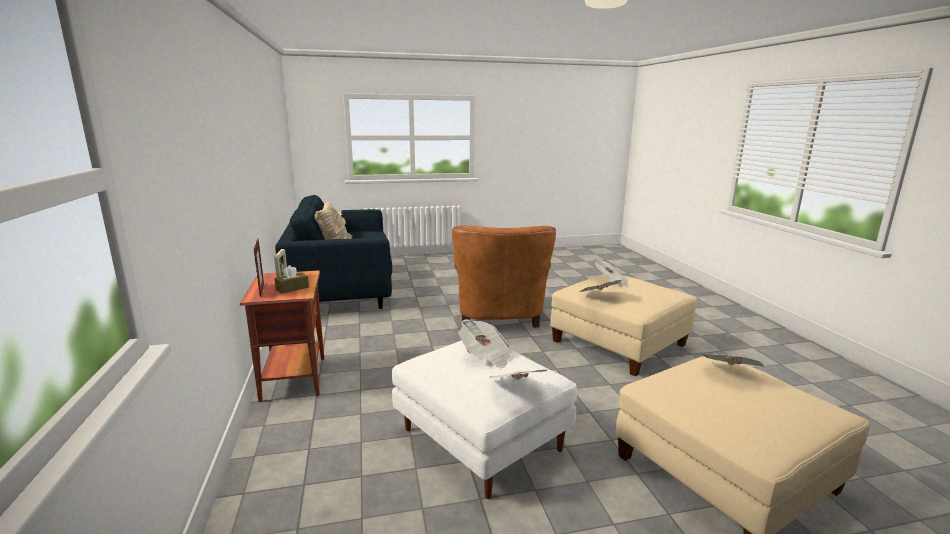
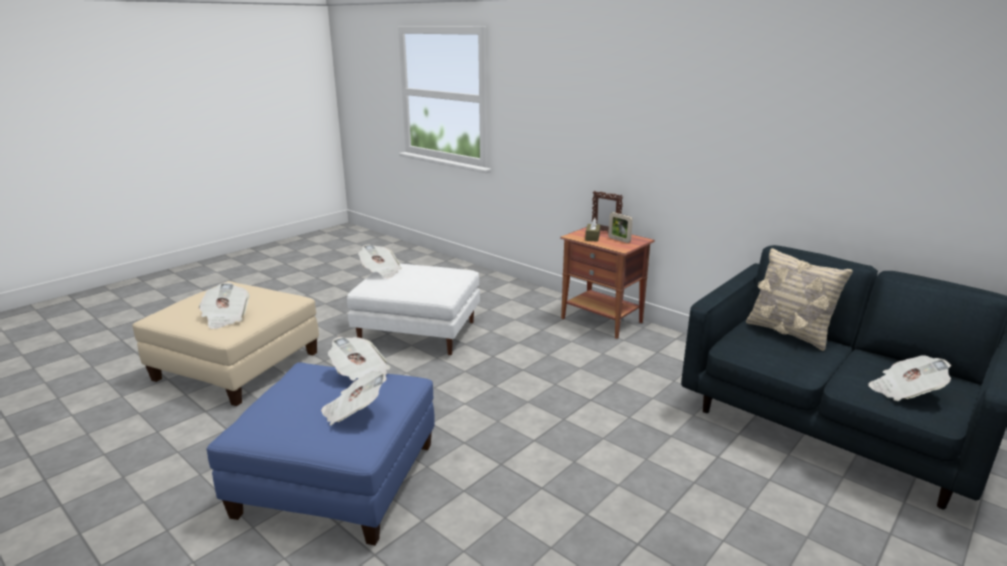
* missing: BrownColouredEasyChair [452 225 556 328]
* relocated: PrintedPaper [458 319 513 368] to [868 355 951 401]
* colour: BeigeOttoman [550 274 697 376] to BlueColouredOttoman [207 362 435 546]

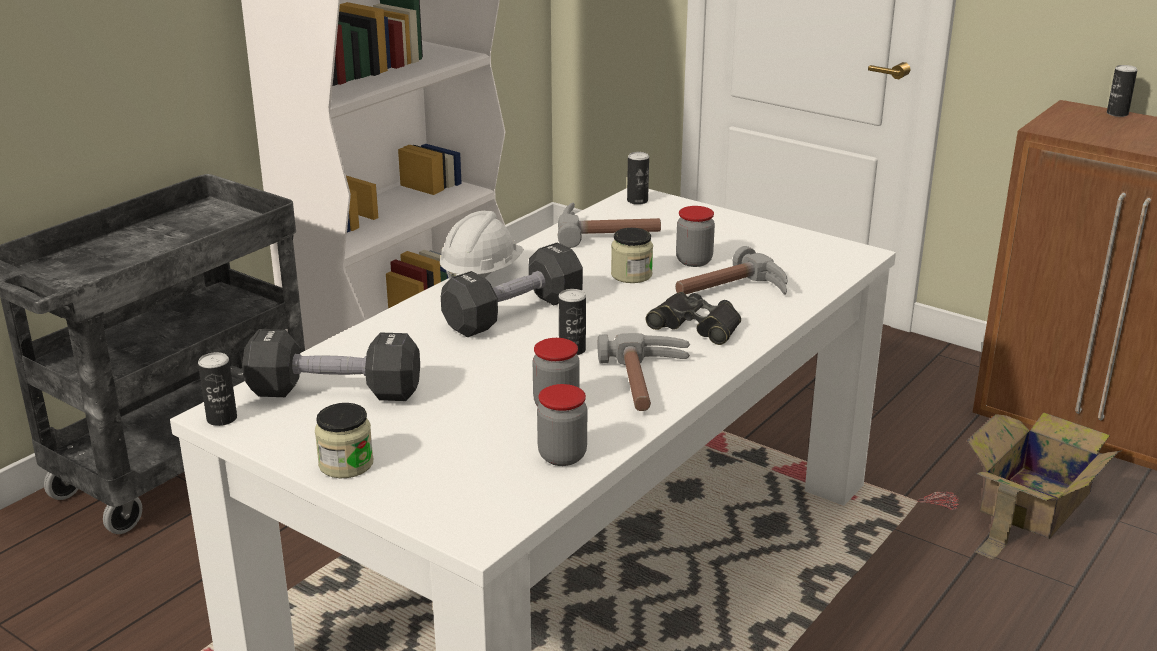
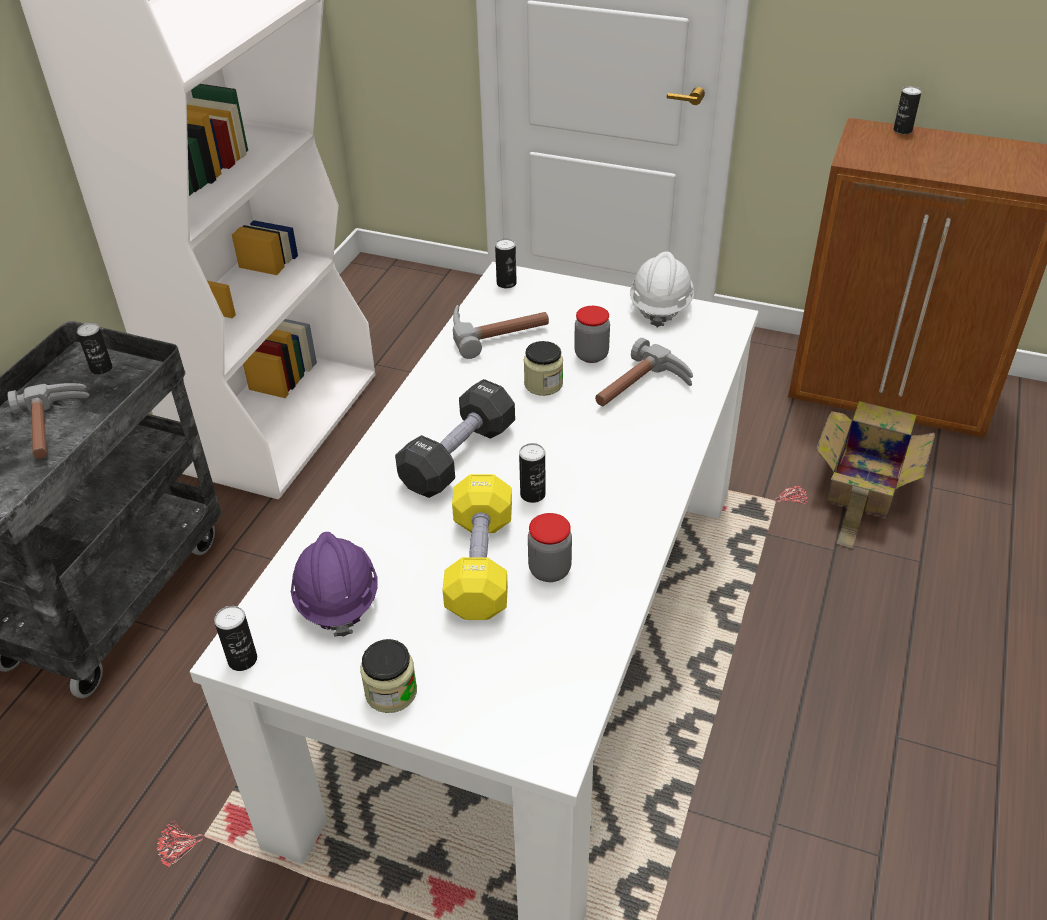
* missing: StorageJar [537 384 587 466]
* missing: BlackFieldGlasses [645 292 741 345]
* appeared: Can [77 323 113 375]
* appeared: YellowColouredDumbbell [443 474 512 620]
* relocated: WhitishHardHat [440 211 524 279] to [630 251 694 327]
* relocated: Hammer [598 333 690 411] to [8 383 90 459]
* exchanged: BlackDumbbell [242 329 420 401] to PurpleHardHat [291 532 378 637]

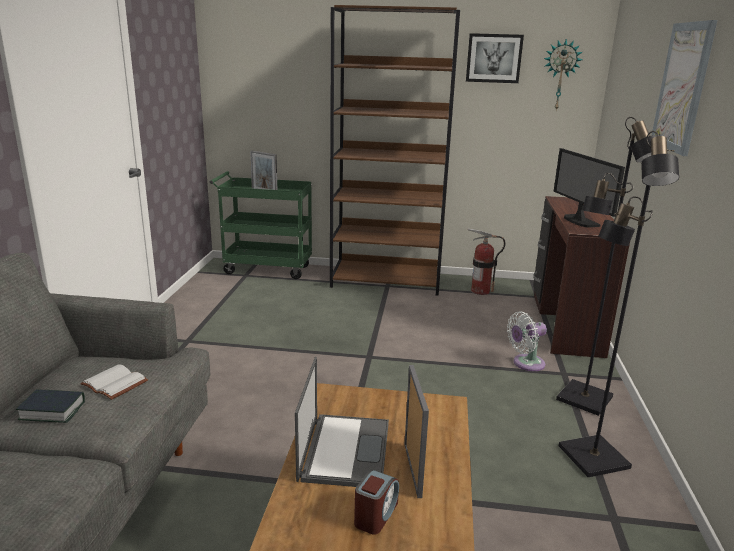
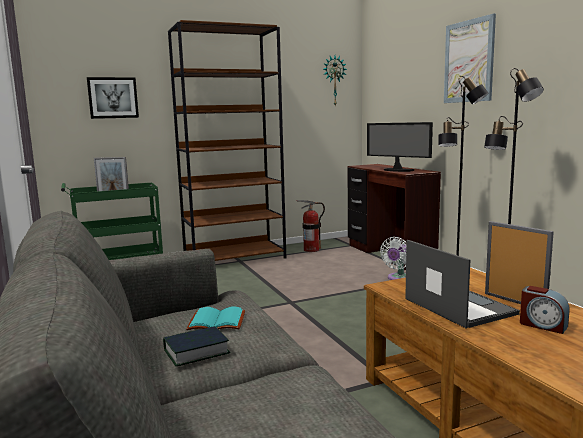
* relocated: WallPicture [466 33 524 83] to [87 77 139 119]
* colour: WhitishBook [80 364 148 400] to BlueGreenBook [186 306 245 330]
* spun: BedsideClock [354 470 399 535] = [520 286 570 334] 135 degrees clockwise

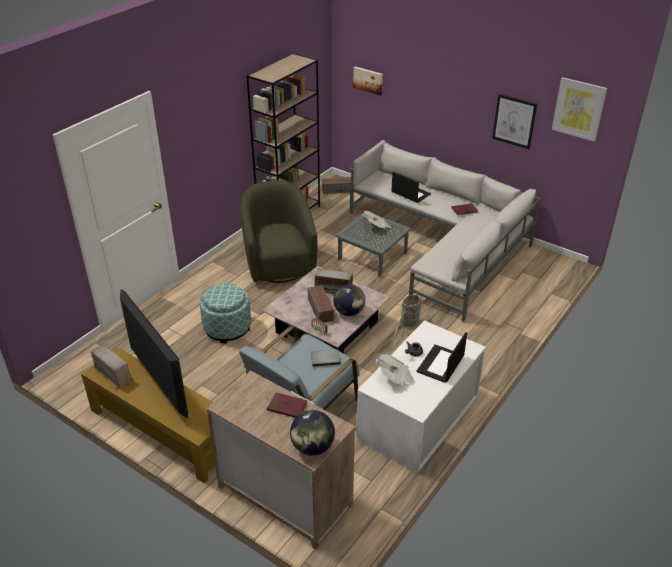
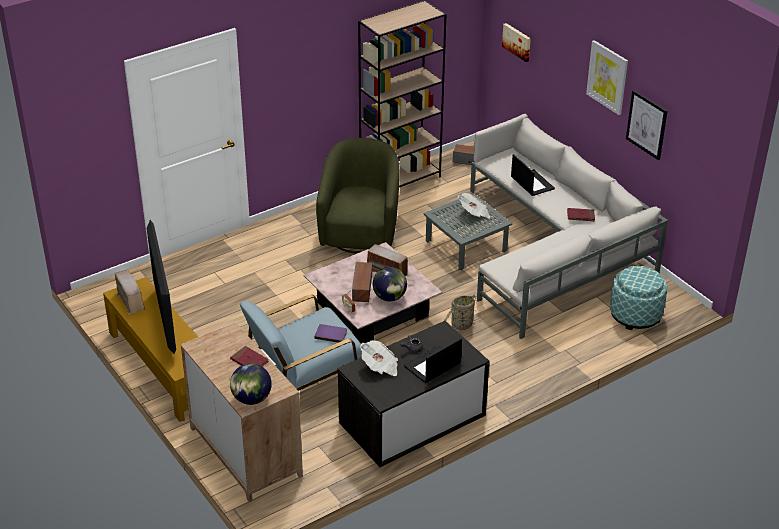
* relocated: Ottoman [200 283 251 343] to [610 266 667 330]
* relocated: WallPicture [552 77 607 141] to [586 40 628 115]
* colour: GreyishBook [311 349 341 367] to PurpleBook [314 324 347 343]
* colour: WhitishStorageCabinet [356 320 486 474] to BlackStorageCabinet [337 321 489 467]

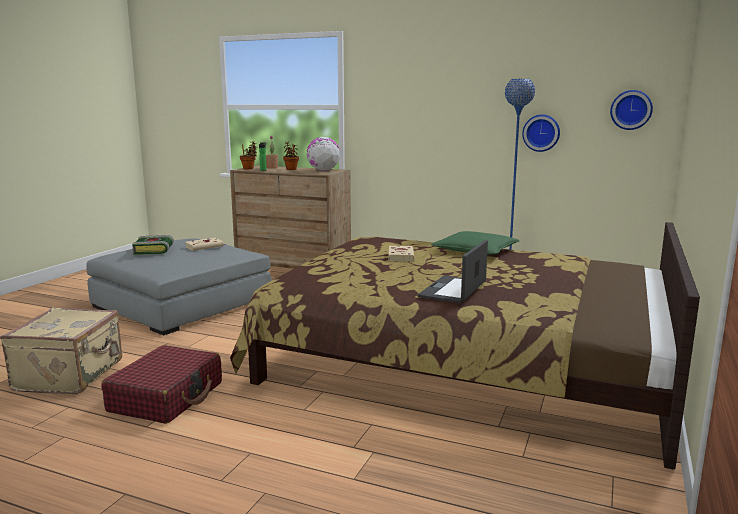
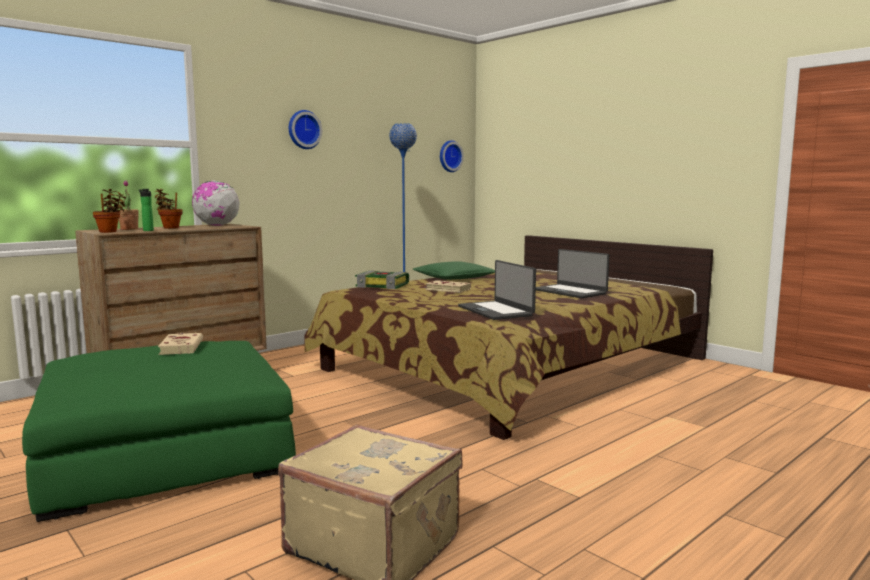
* missing: RedColouredPieceOfLuggage [101 345 222 424]
* appeared: PortableComputer [458 260 536 320]
* relocated: Book [132 235 174 255] to [355 270 409 289]
* relocated: ClockOnTheWall [522 114 560 152] to [289 110 322 149]
* colour: GreyishOttoman [86 239 272 336] to GreenColouredOttoman [22 341 296 522]

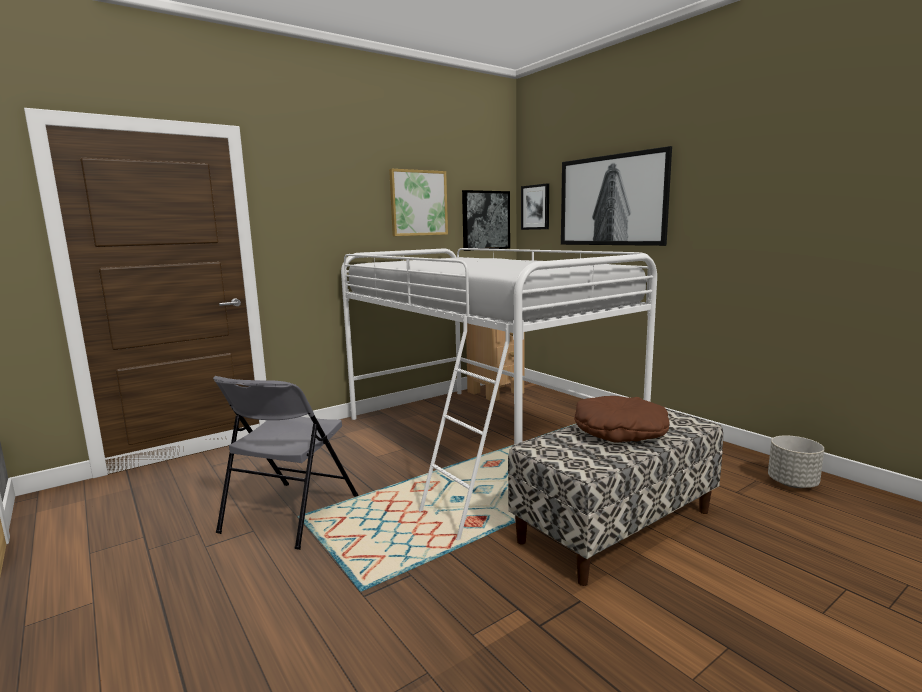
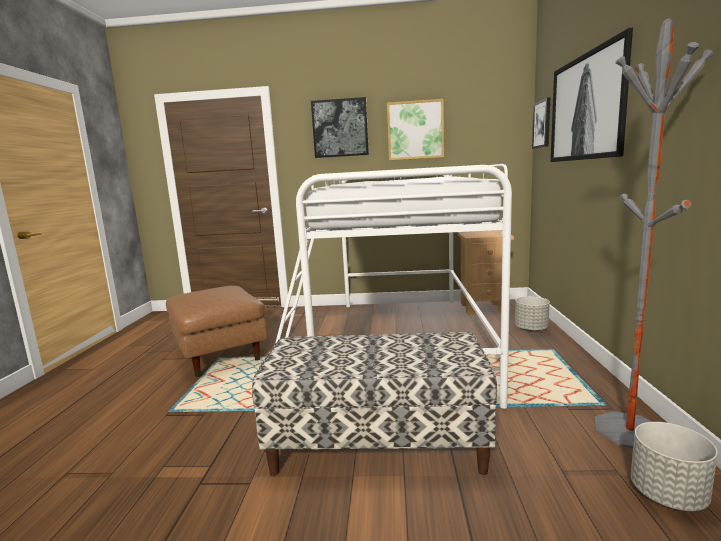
* missing: BrownColouredPillow [574 396 669 443]
* appeared: GreyishPlanter [515 296 550 332]
* appeared: GreyishGarmentRack [595 18 714 448]
* relocated: WallPicture [462 190 510 251] to [311 97 369 158]
* exchanged: GreyishUprightChair [213 376 358 550] to BrownColouredOttoman [166 286 268 377]

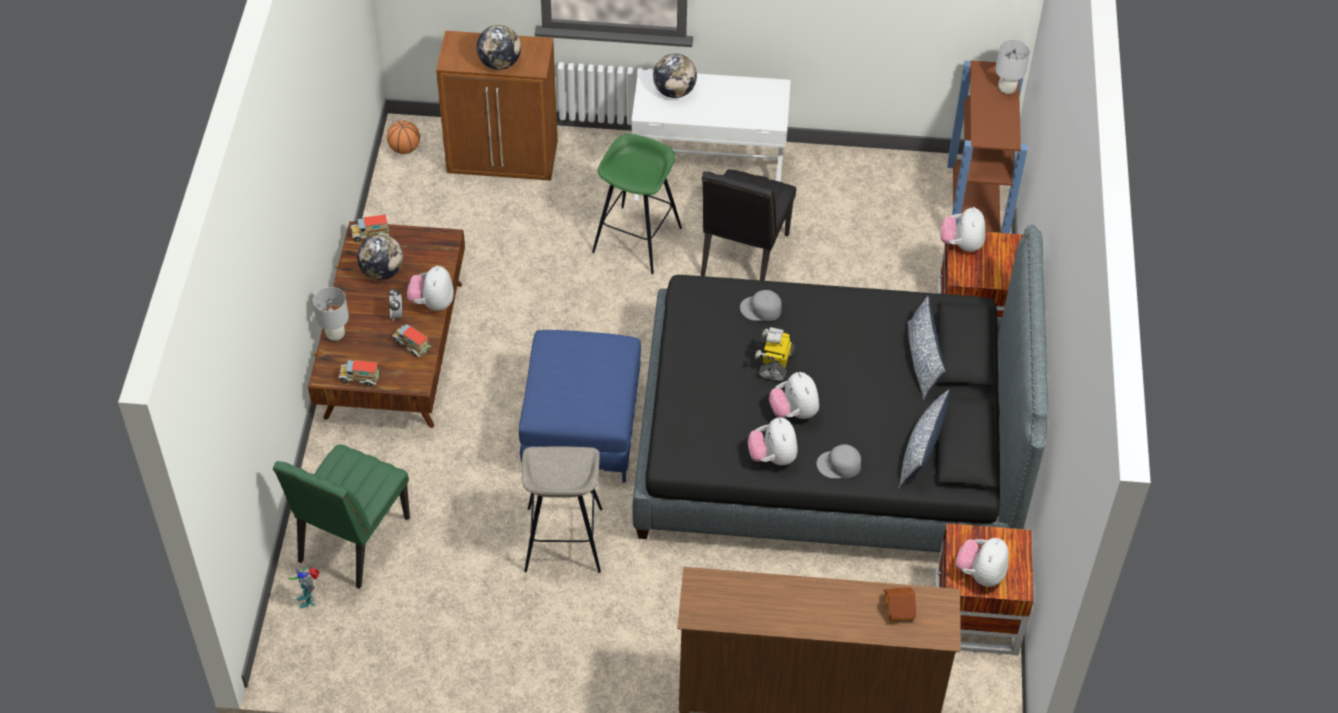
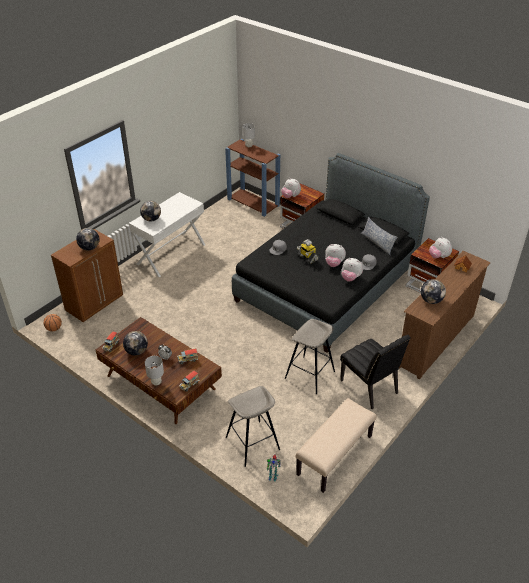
* missing: PlushToy [407 266 454 311]
* missing: BlueColouredOttoman [519 330 641 483]
* missing: GreenColouredStool [592 134 682 274]
* missing: Pillow [907 296 945 401]
* appeared: BeigeLongSeat [296 398 377 493]
* appeared: Globe [421 279 446 304]
* relocated: BlackUprightChair [701 169 797 281] to [340 335 411 410]
* exchanged: GreenColouredUprightChair [273 445 410 589] to GreyishStool [226 386 280 467]

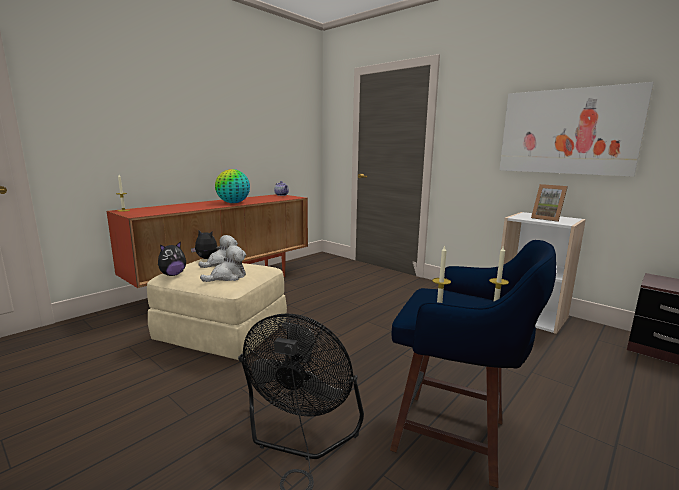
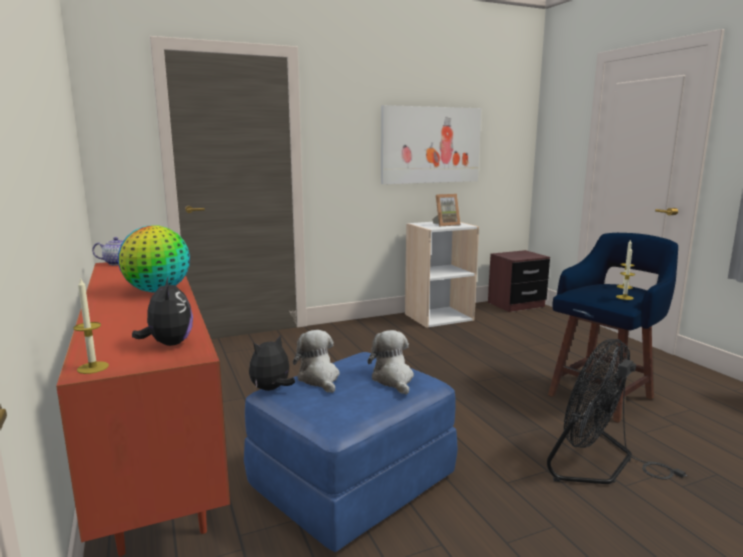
* relocated: PlushToy [158 241 186 276] to [132 277 193 346]
* colour: BeigeOttoman [147 259 287 360] to BlueColouredOttoman [244 352 458 552]

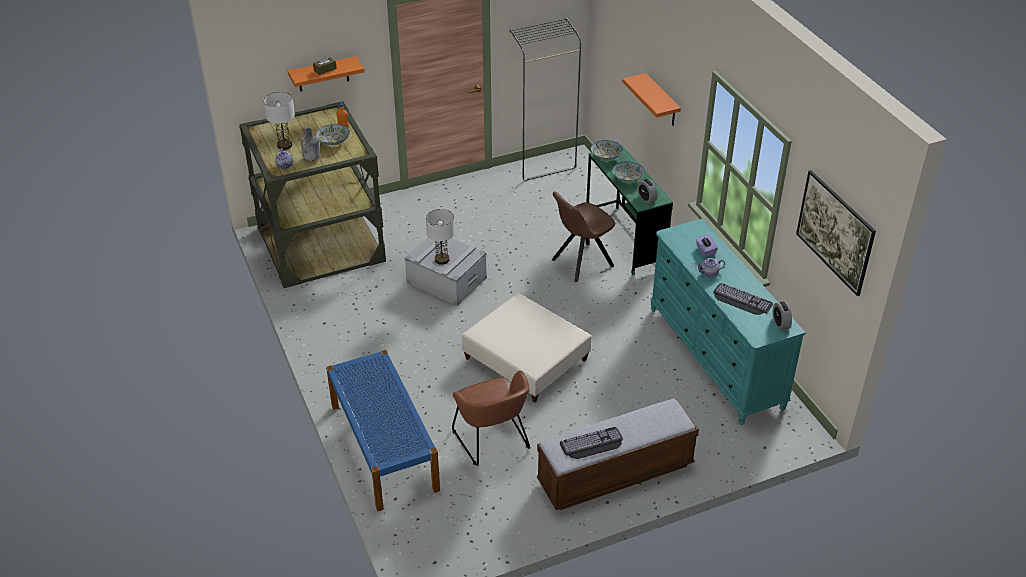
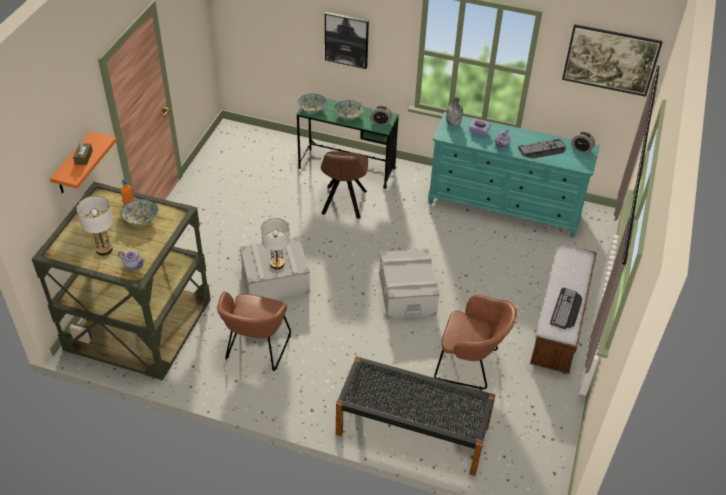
* missing: GreyishGarmentRack [510 17 581 181]
* appeared: BrownColouredEasyChair [217 291 291 371]
* relocated: GreyishDrinkBottle [301 128 320 161] to [446 97 463 126]
* exchanged: BeigeOttoman [461 293 592 403] to GreyishStorageContainer [379 249 440 319]
* exchanged: OrangeyWallShelf [622 73 681 126] to WallPicture [325 12 369 69]
* colour: BlueColouredLongSeat [326 350 440 511] to BlackLongSeat [336 356 496 476]

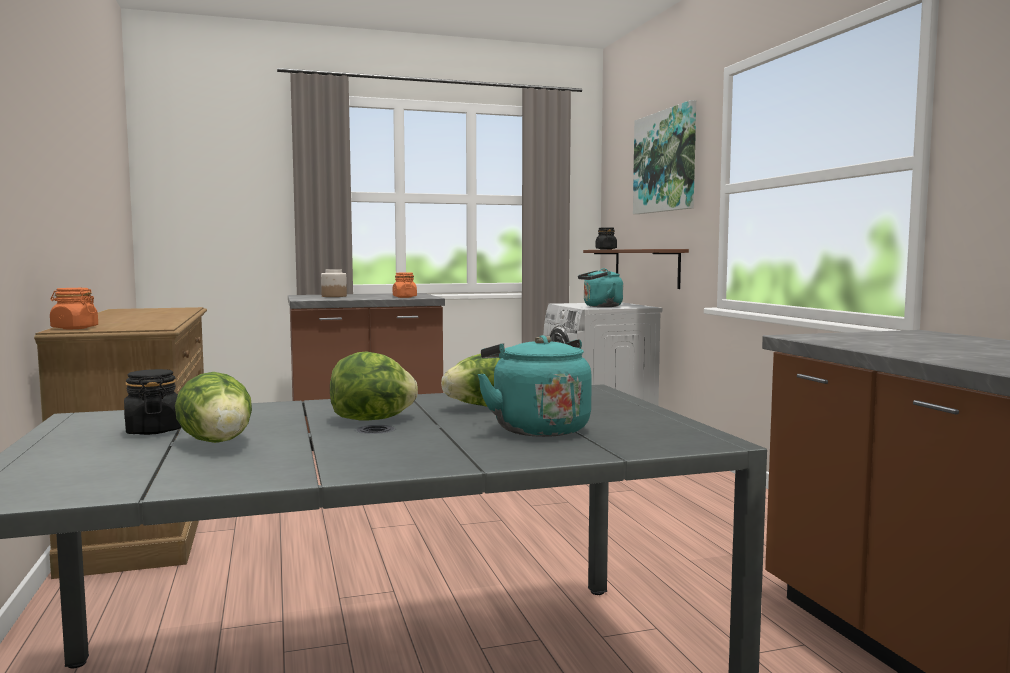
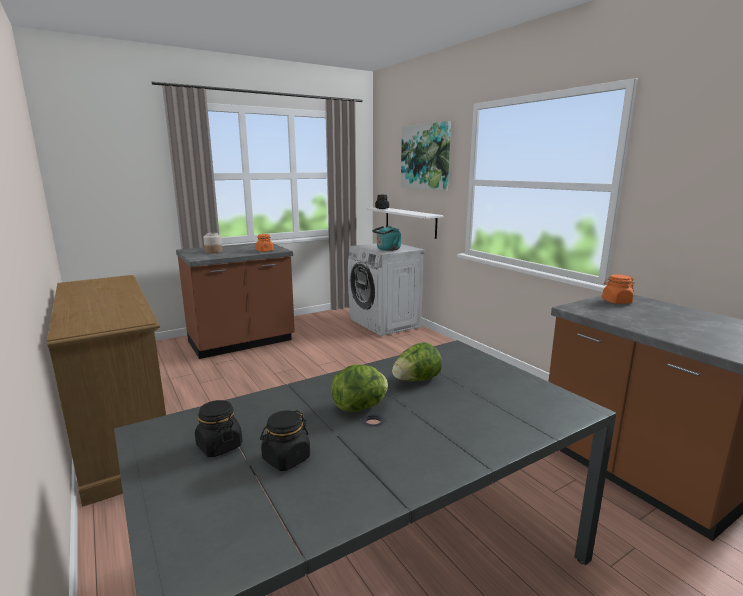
* missing: BlueGreenKettle [477 335 592 437]
* relocated: OrangeyStorageJar [50 288 98 329] to [602 274 634 304]
* exchanged: HeadOfLettuce [175 372 252 443] to BlackStorageJar [260 410 310 471]
* colour: BrownColouredWallShelf [583 249 689 289] to WhitishWallShelf [366 208 444 239]

